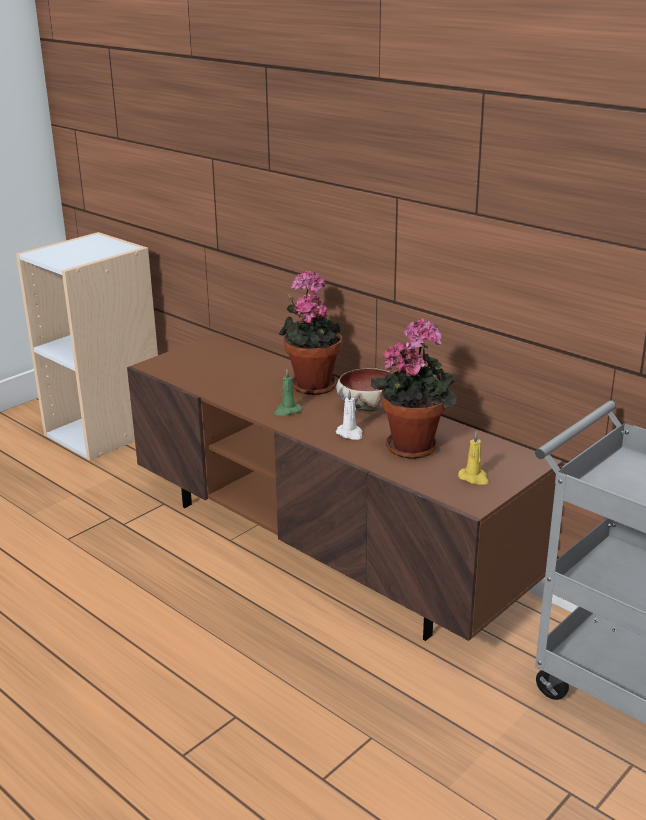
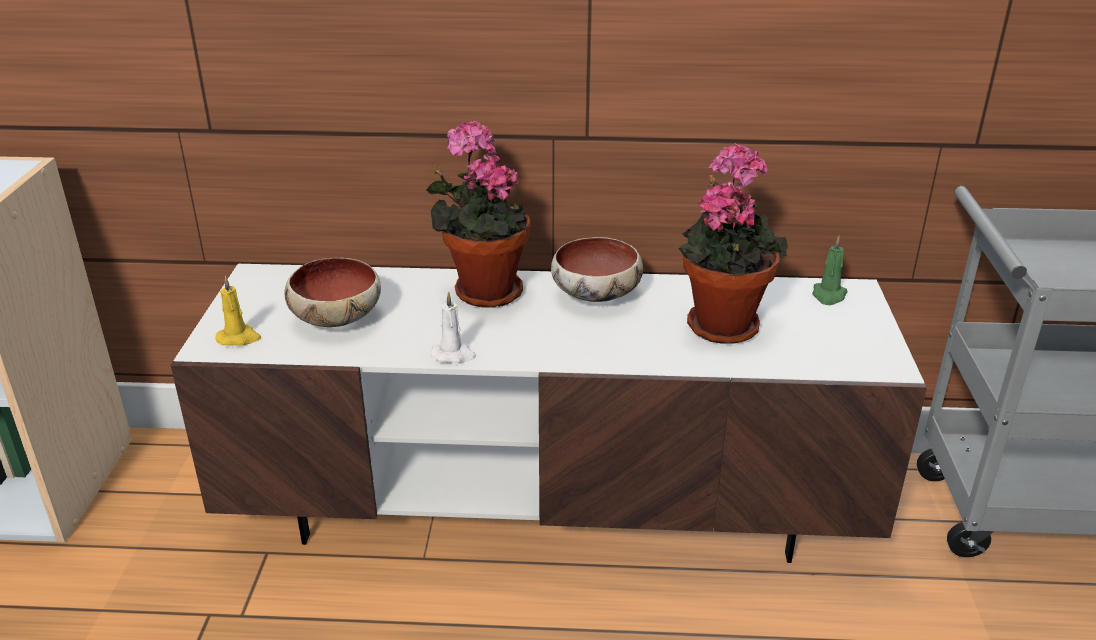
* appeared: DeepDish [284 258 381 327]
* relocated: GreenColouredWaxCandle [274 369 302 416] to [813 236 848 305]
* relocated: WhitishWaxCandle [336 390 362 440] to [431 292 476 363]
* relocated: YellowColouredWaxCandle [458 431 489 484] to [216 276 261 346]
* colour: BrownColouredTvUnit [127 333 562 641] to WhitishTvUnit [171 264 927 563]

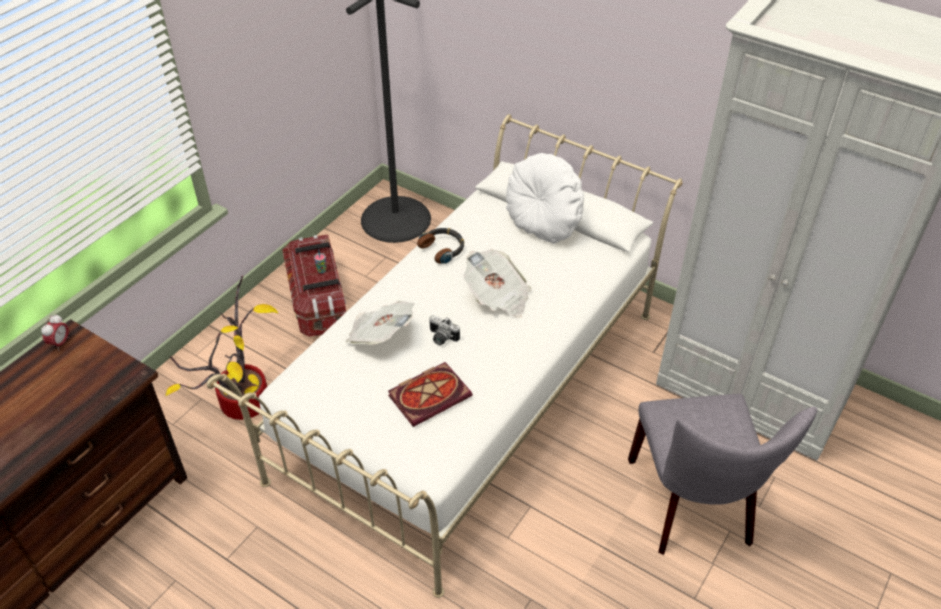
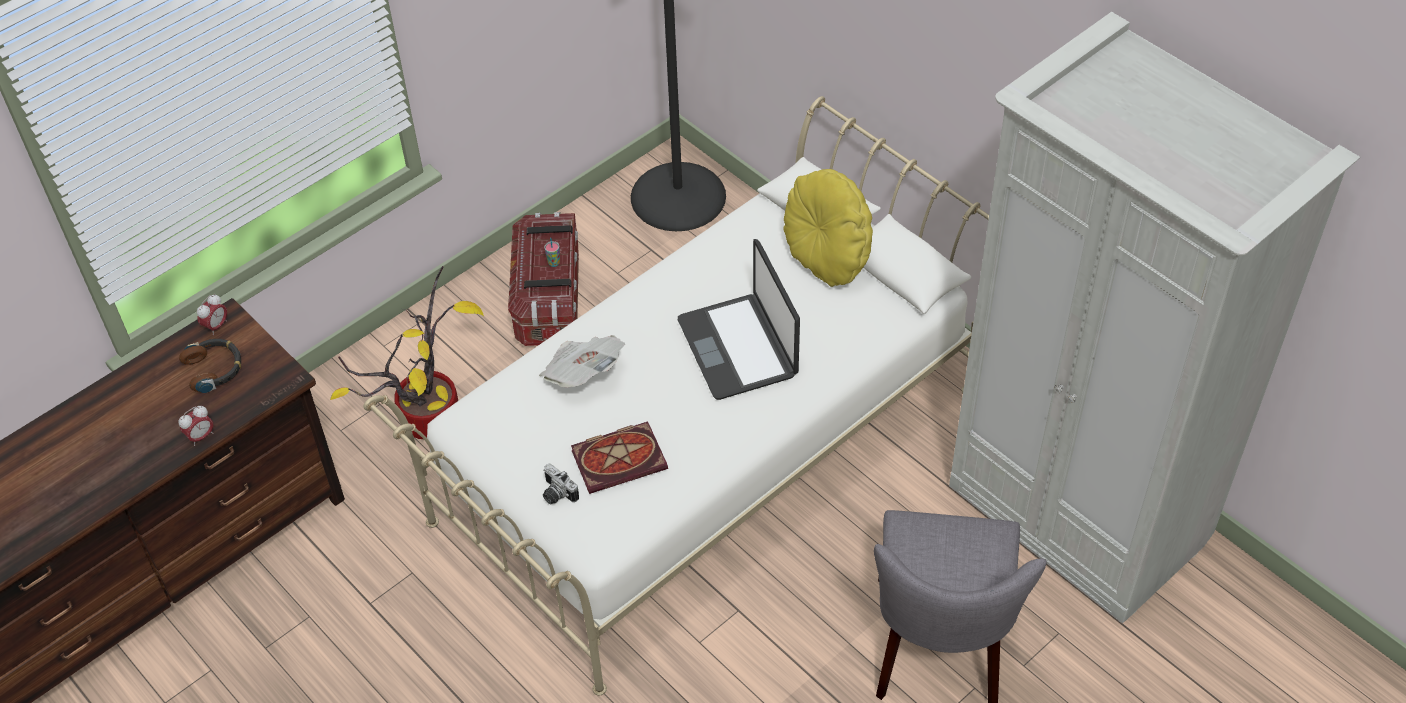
* appeared: BedsideClock [178 406 214 446]
* relocated: Headphones [417 228 464 264] to [179 339 241 393]
* relocated: PhotoCamera [429 315 460 345] to [543 464 579 504]
* exchanged: PrintedPaper [463 249 531 318] to PortableComputer [678 239 800 400]
* colour: WhitishPillow [506 153 584 244] to YellowColouredPillow [783 169 873 287]

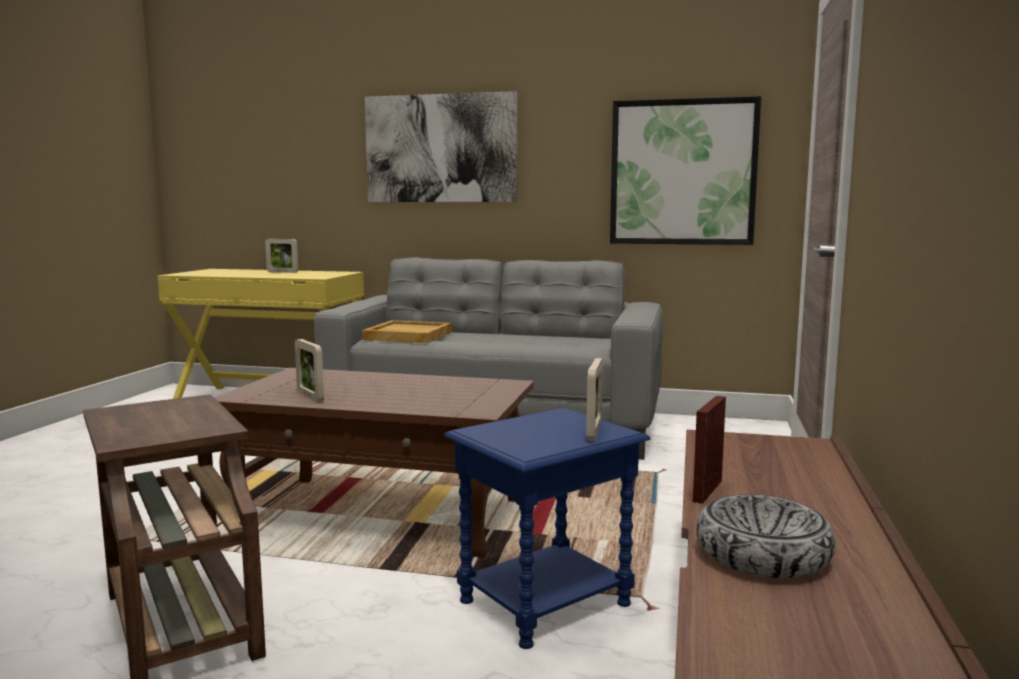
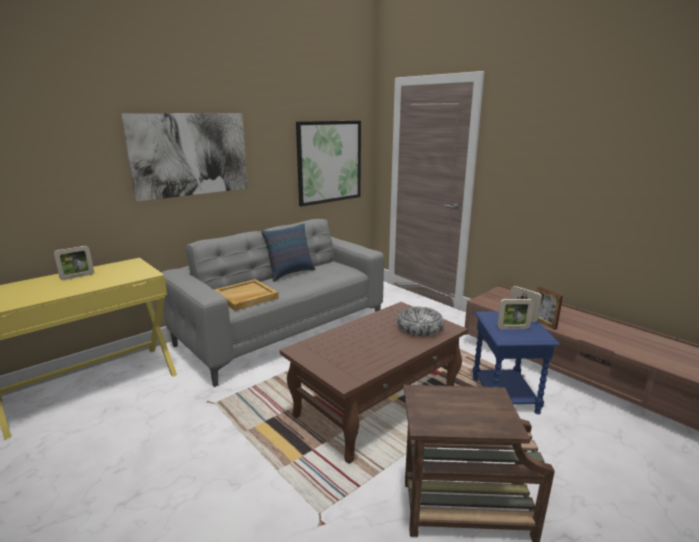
* appeared: BlueColouredPillow [261 223 315 282]
* relocated: StandingFrame [295 339 324 402] to [497 299 534 330]
* relocated: DeepDish [696 494 836 578] to [397 307 444 336]

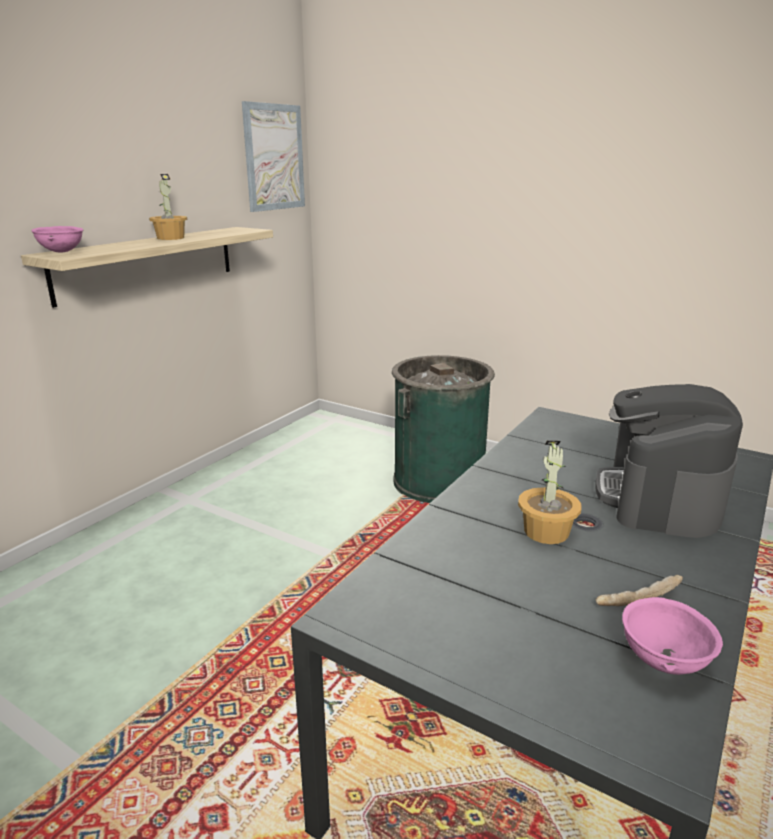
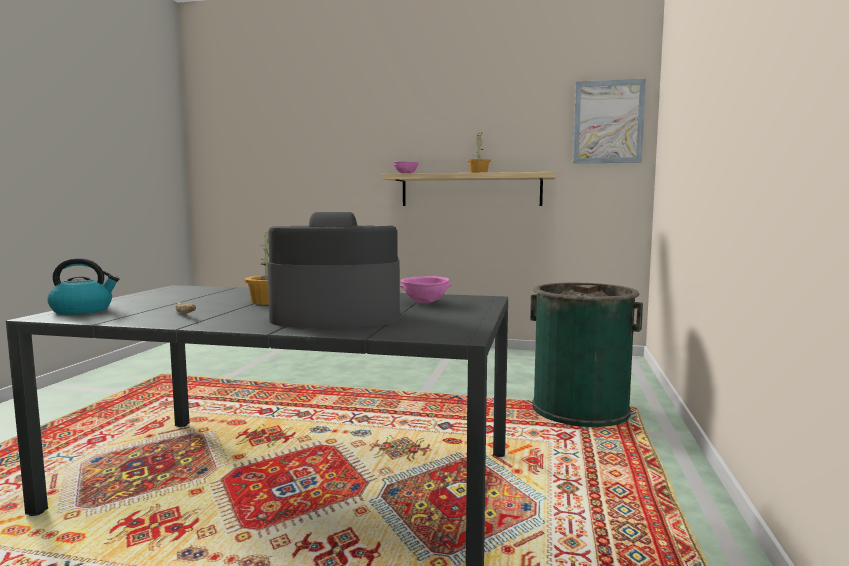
* appeared: Kettle [47 258 119 315]
* relocated: PinkDeepDish [622 597 723 675] to [400 276 452 303]

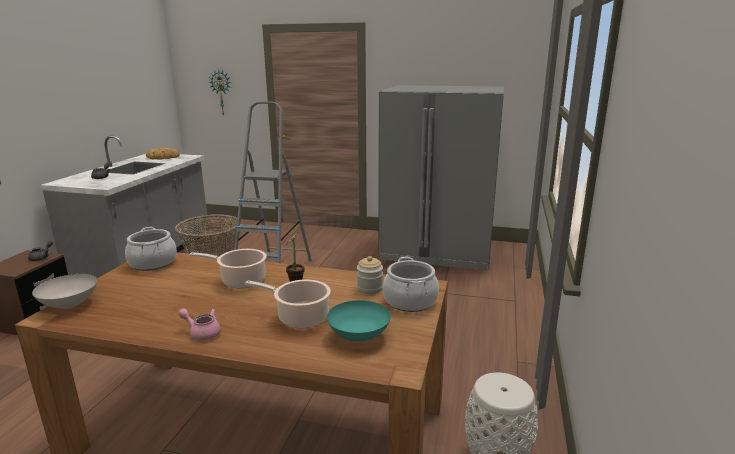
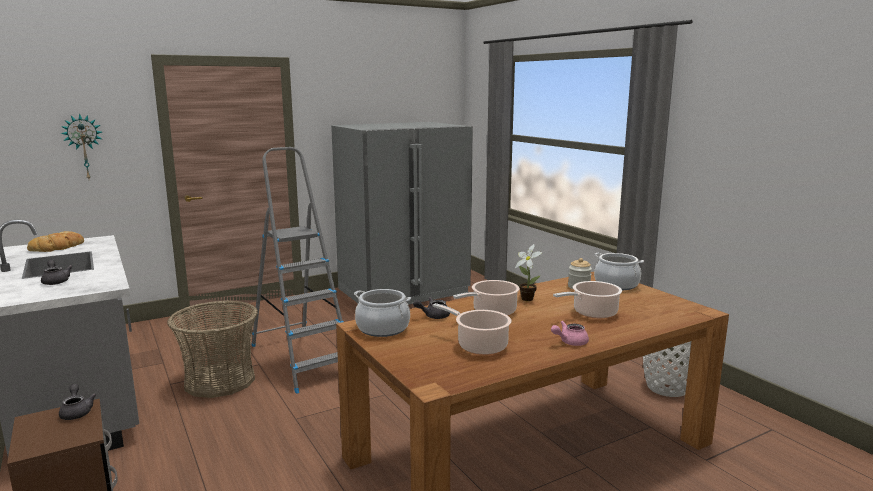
* missing: WhitishDeepDish [32 274 97 309]
* missing: BlueGreenDeepDish [327 300 391 342]
* appeared: GreyishTeaPot [413 297 450 319]
* appeared: Saucepot [433 303 511 355]

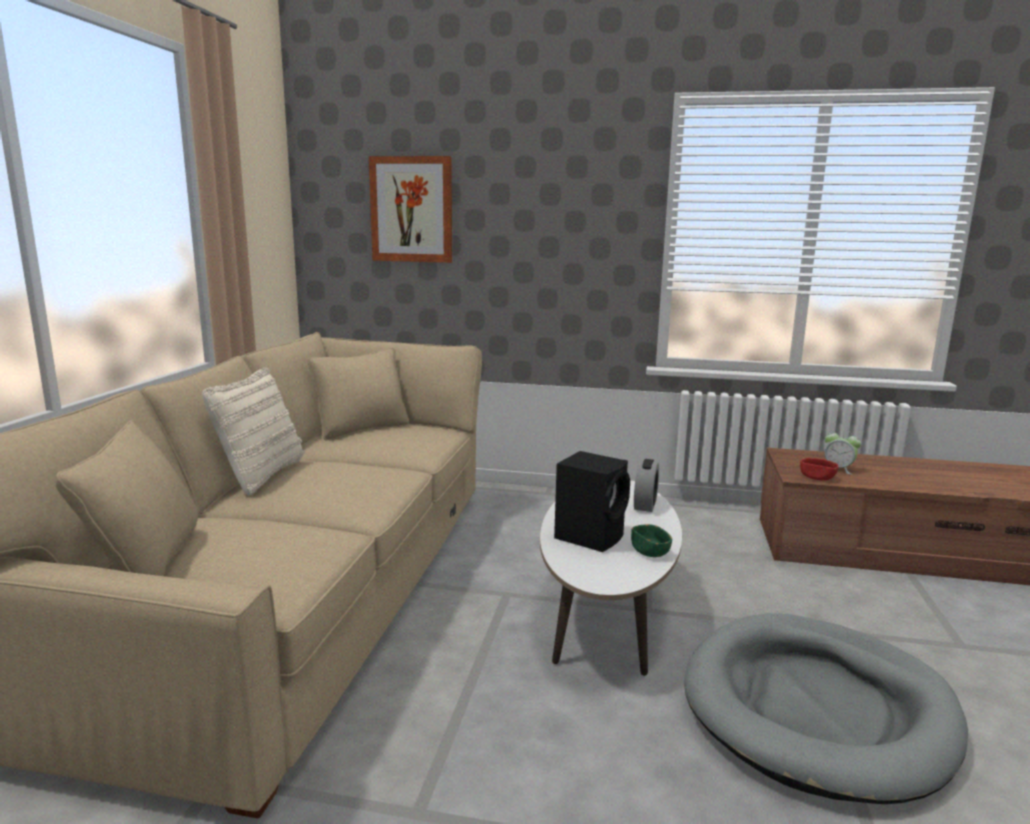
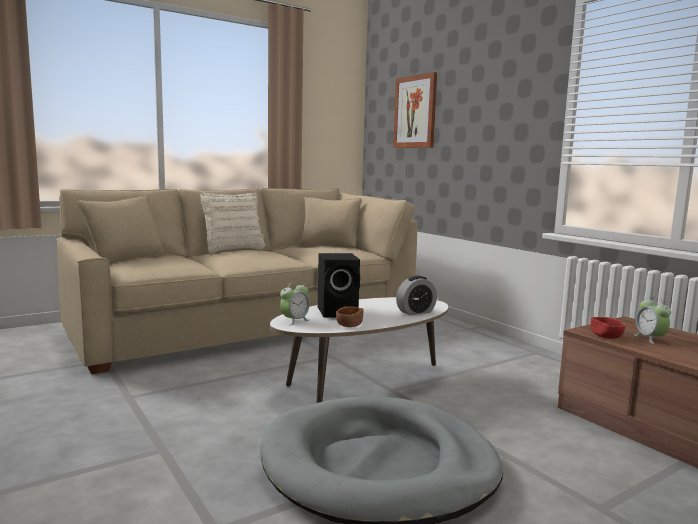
* appeared: BedsideClock [280 281 310 325]
* colour: GreenColouredDeepDish [631 524 672 557] to BrownColouredDeepDish [336 306 364 327]

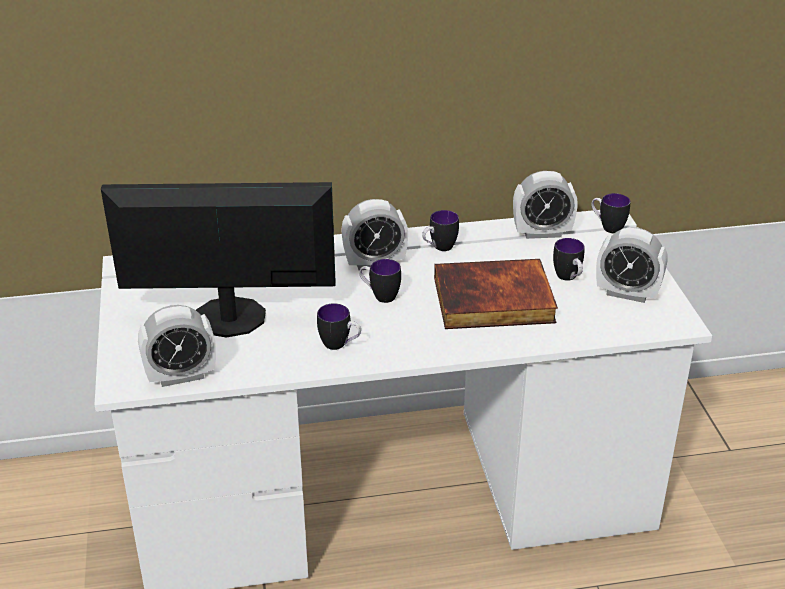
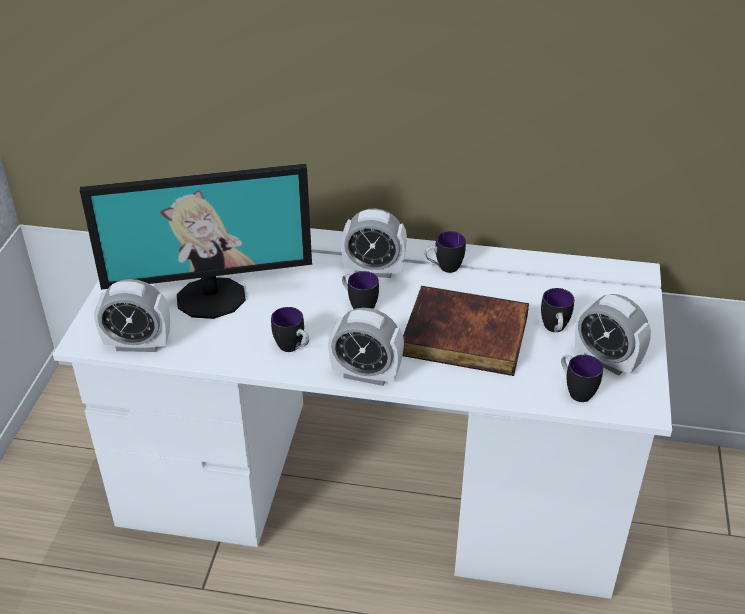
* relocated: BedsideClock [513 171 578 239] to [328 308 404 386]
* relocated: Mug [591 193 630 233] to [561 355 603 402]
* spun: ComputerScreen [101 182 336 338] = [80 164 312 319] 150 degrees clockwise

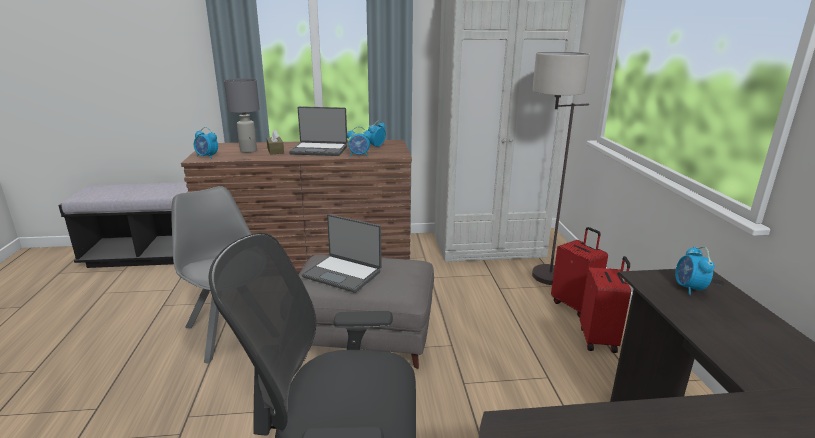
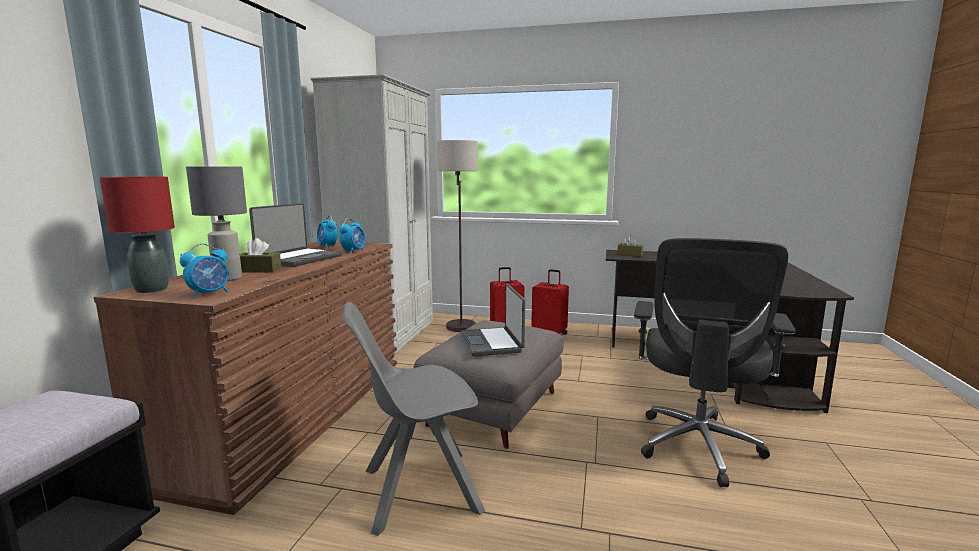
* appeared: RedColouredTableLamp [100 177 175 293]
* exchanged: BedsideClock [675 247 715 295] to BrownColouredBoxOfTissues [617 235 643 256]
* spun: PortableComputer [302 214 382 293] = [461 284 525 357] 120 degrees clockwise

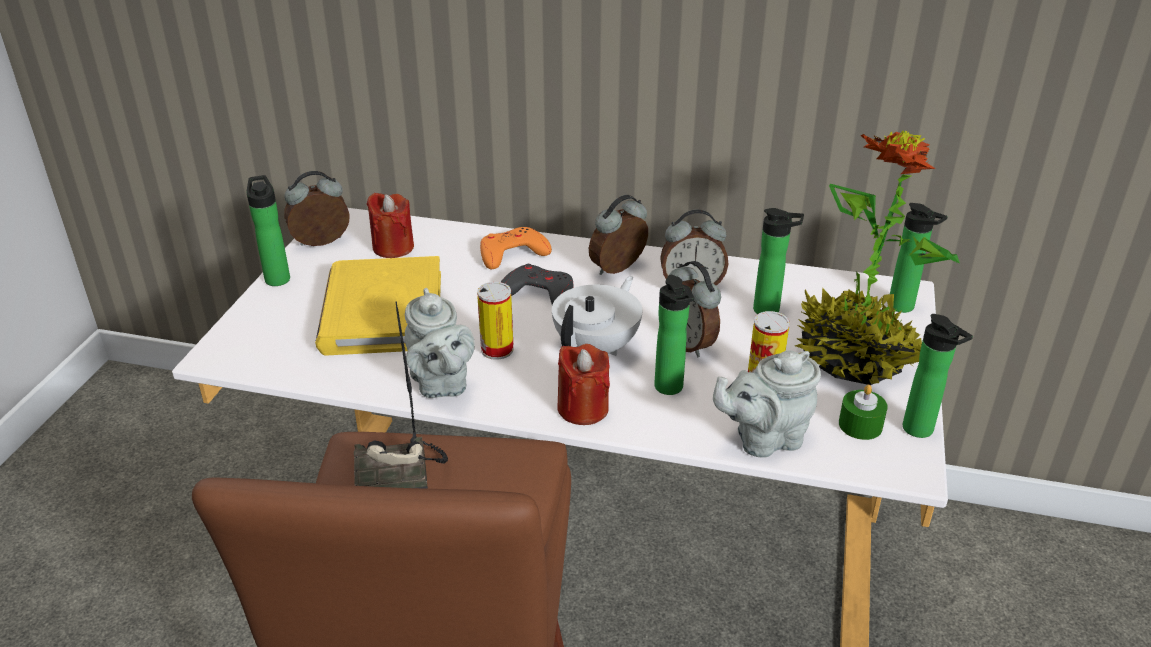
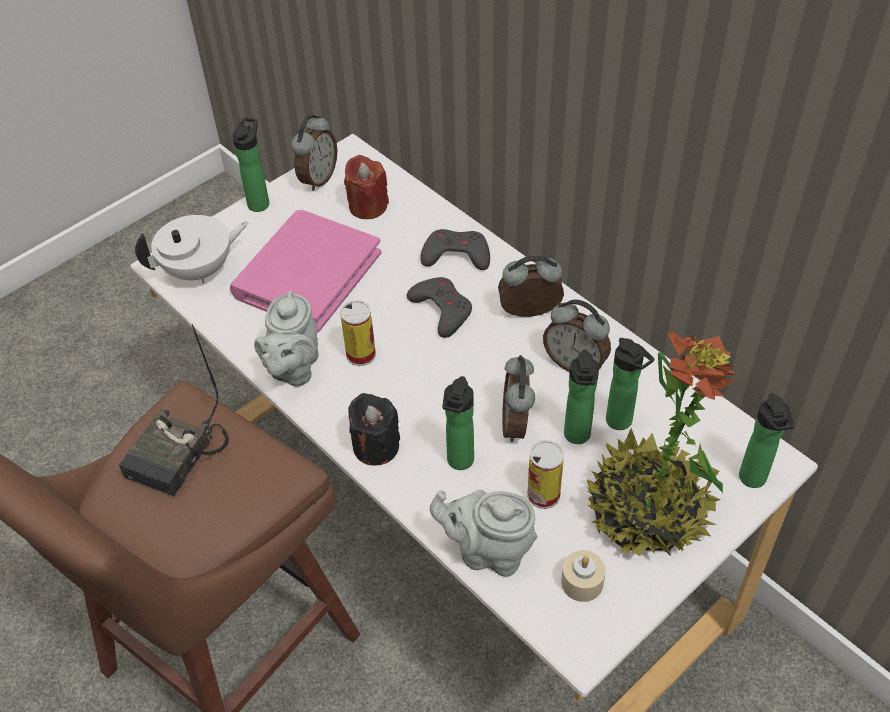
* relocated: WhitishTeaPot [552 276 642 356] to [135 215 248 284]
* relocated: DrinkBottle [903 314 973 438] to [564 350 599 444]
* colour: YellowColouredBook [315 256 441 356] to PinkBook [230 210 381 332]
* colour: OrangeyGameController [480 227 552 270] to GreyishGameController [420 229 490 270]
* colour: RedColouredWaxCandle [557 344 610 425] to BlackWaxCandle [348 393 400 466]
* colour: GreenColouredWaxCandle [839 385 888 440] to BeigeWaxCandle [561 550 606 602]
* spun: BedsideClock [284 171 350 246] = [291 115 337 191] 105 degrees clockwise

